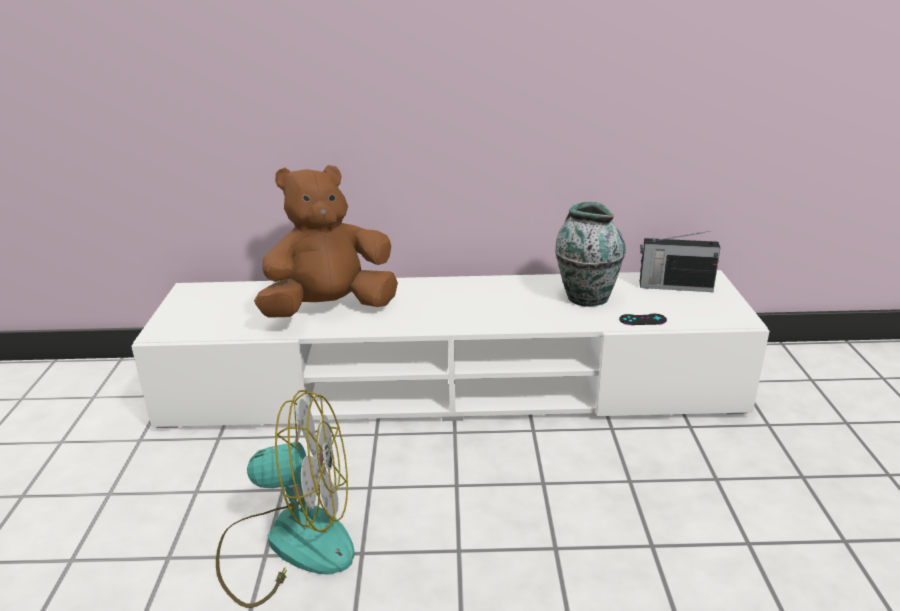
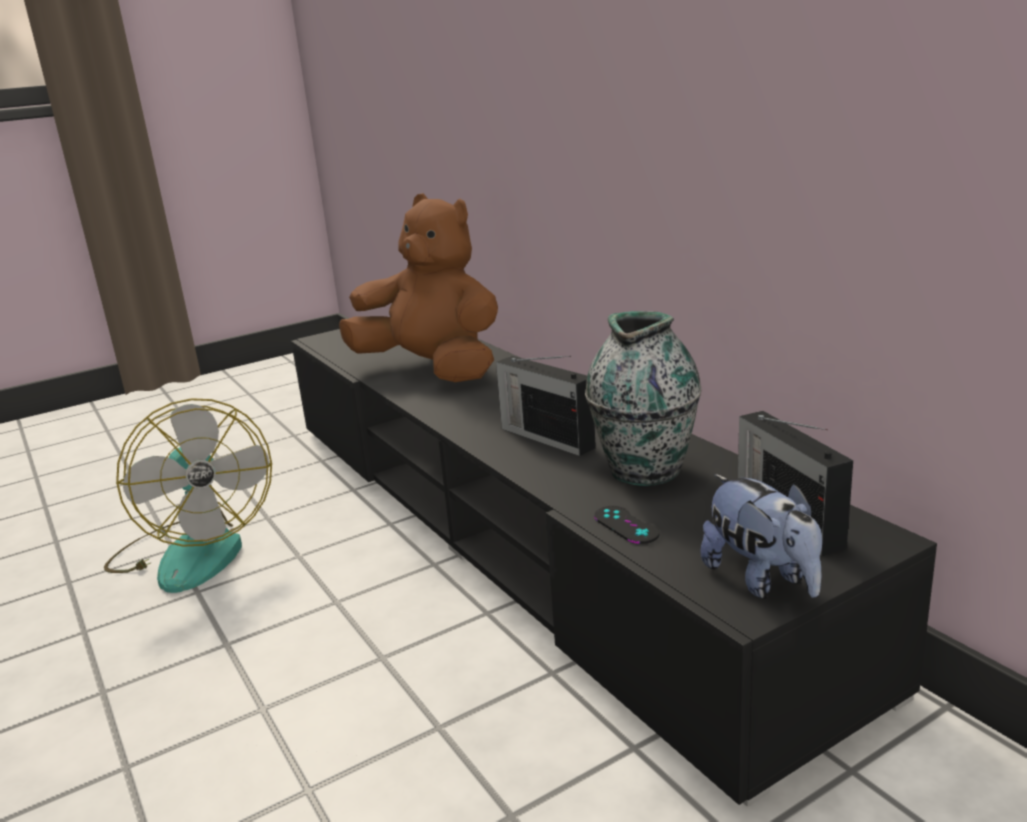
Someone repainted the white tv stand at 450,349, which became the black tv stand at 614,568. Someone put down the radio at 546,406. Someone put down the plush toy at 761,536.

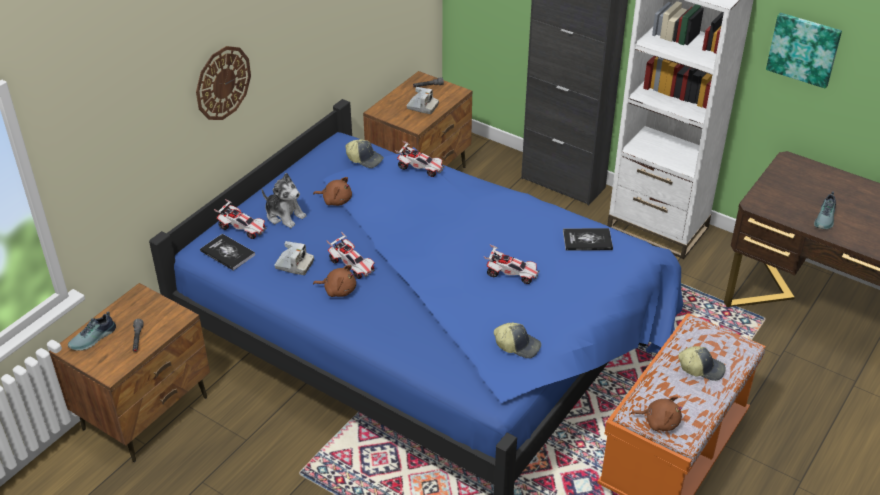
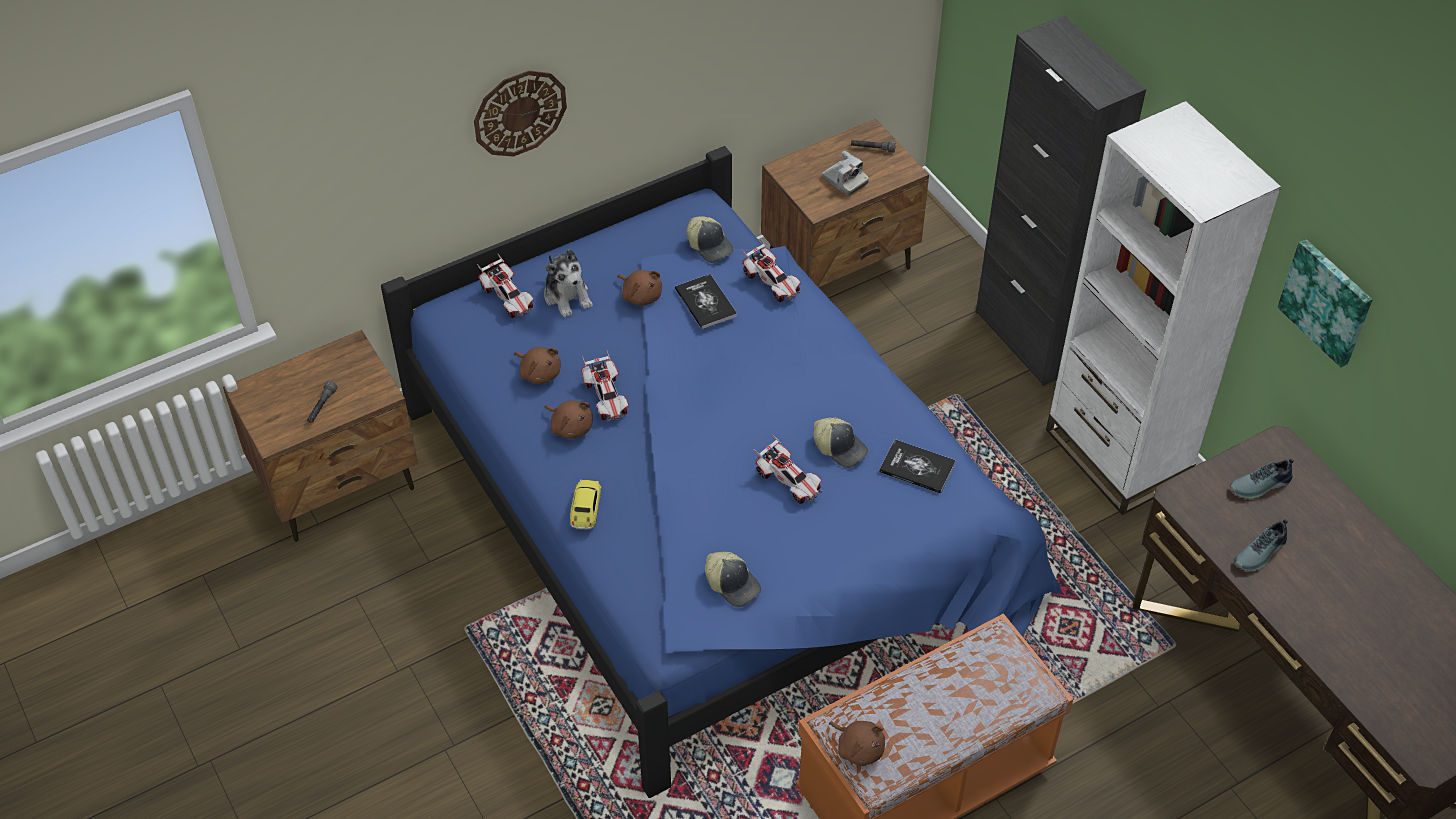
Someone carried the shoe from 92,331 to 1262,478. Someone carried the book from 227,252 to 706,301. Someone swapped the photo camera at 294,258 for the brown plush toy at 537,365. Someone carried the cap from 702,363 to 840,442. Someone put down the toy car at 586,504.

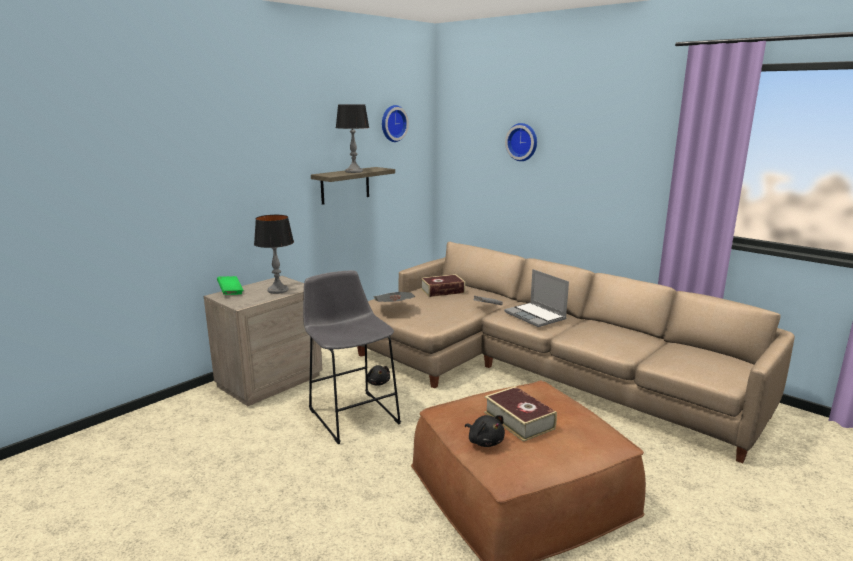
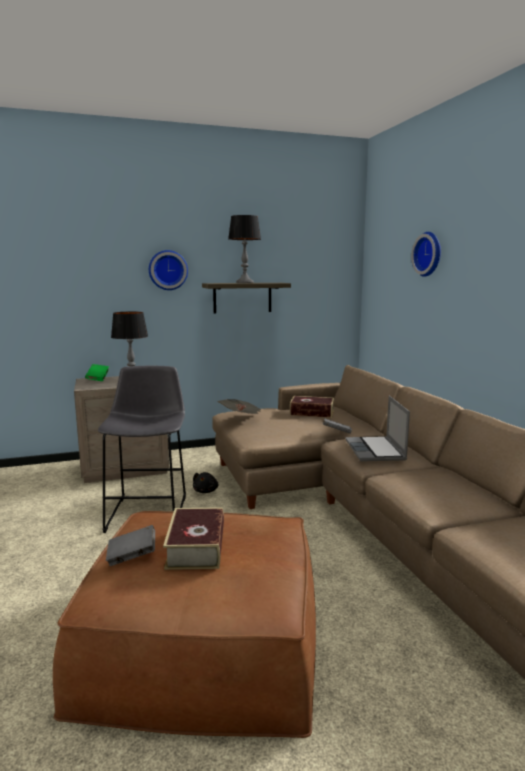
Someone carried the wall clock from 395,123 to 168,270. Someone swapped the black plush toy at 485,431 for the grey book at 130,545.

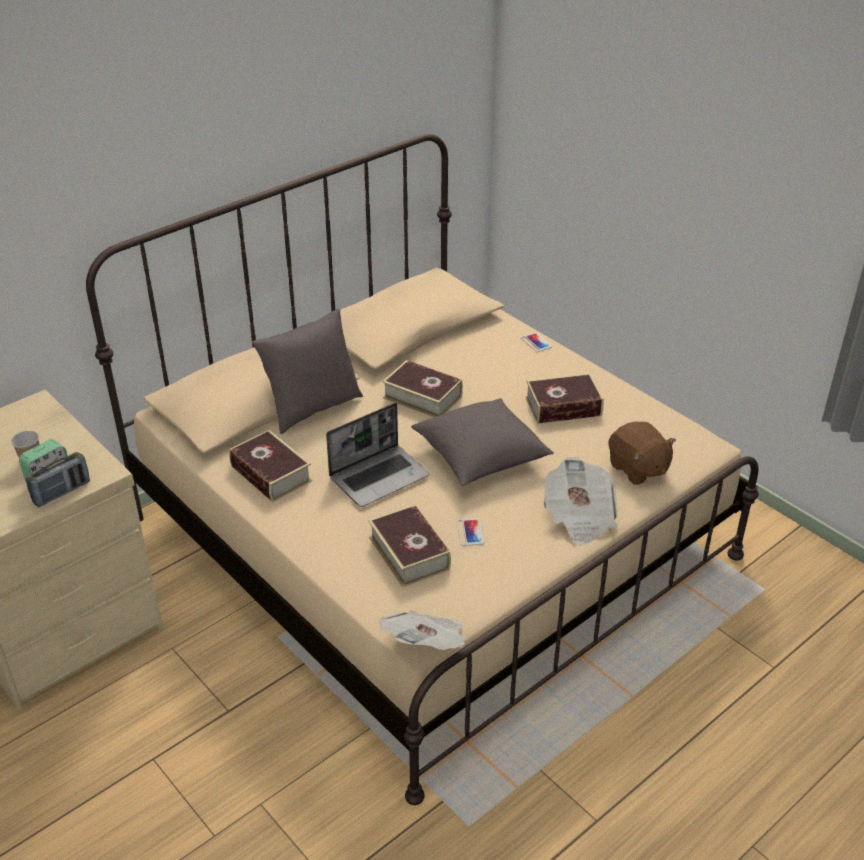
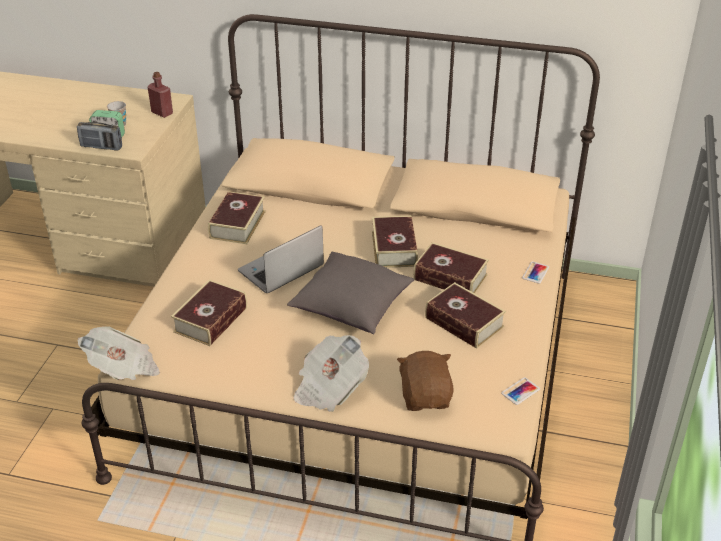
Someone took away the grey pillow at 307,371. Someone rotated the laptop at 378,455 by 120 degrees clockwise. Someone carried the phone from 470,532 to 520,391. Someone rotated the brown plush toy at 642,453 by 150 degrees clockwise. Someone put down the red bottle at 160,95. Someone put down the book at 451,267.

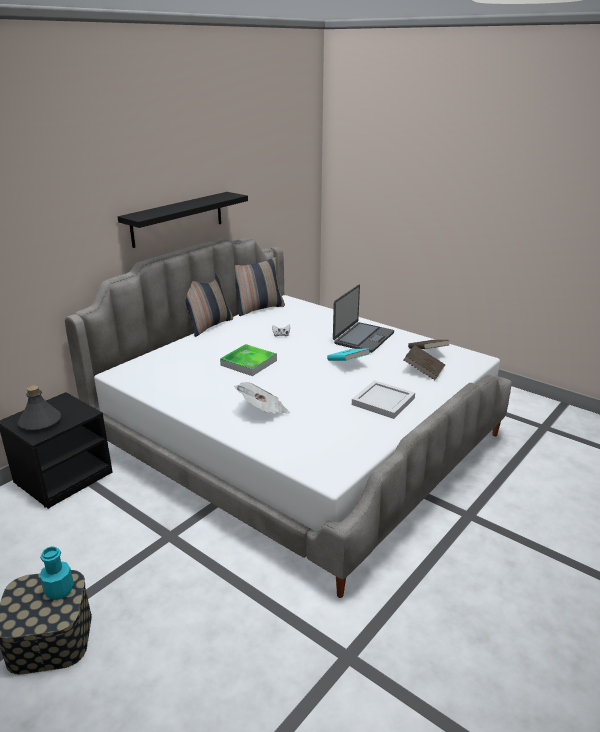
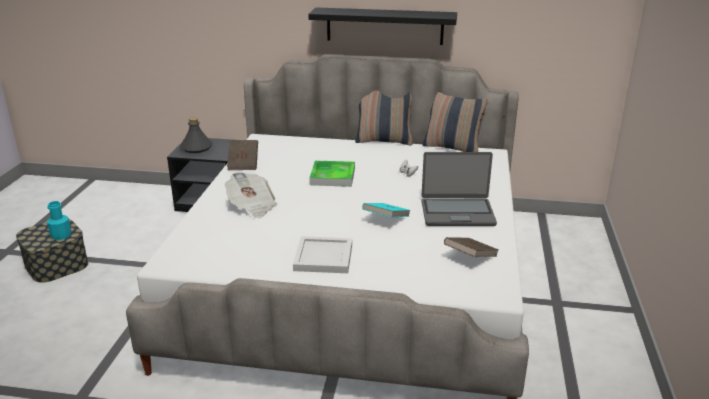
Someone carried the brown book from 424,362 to 242,155.

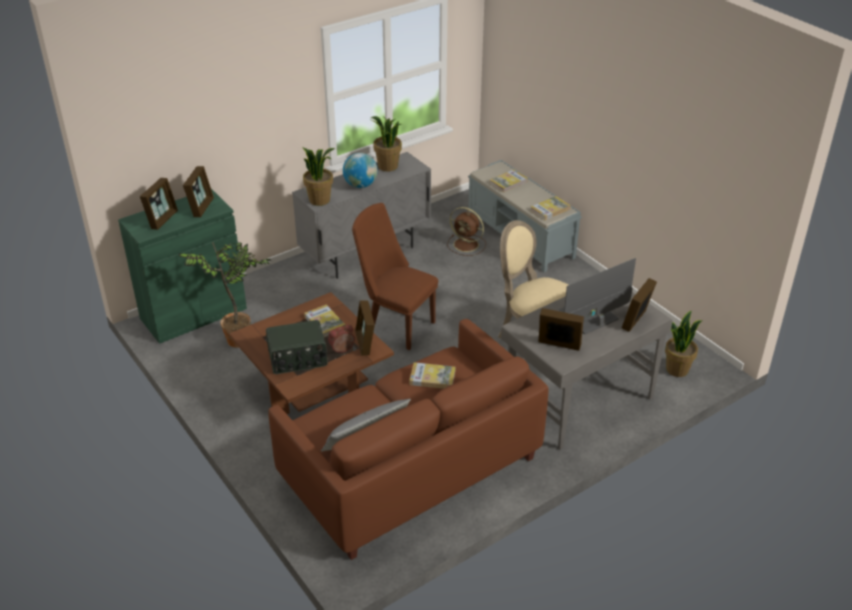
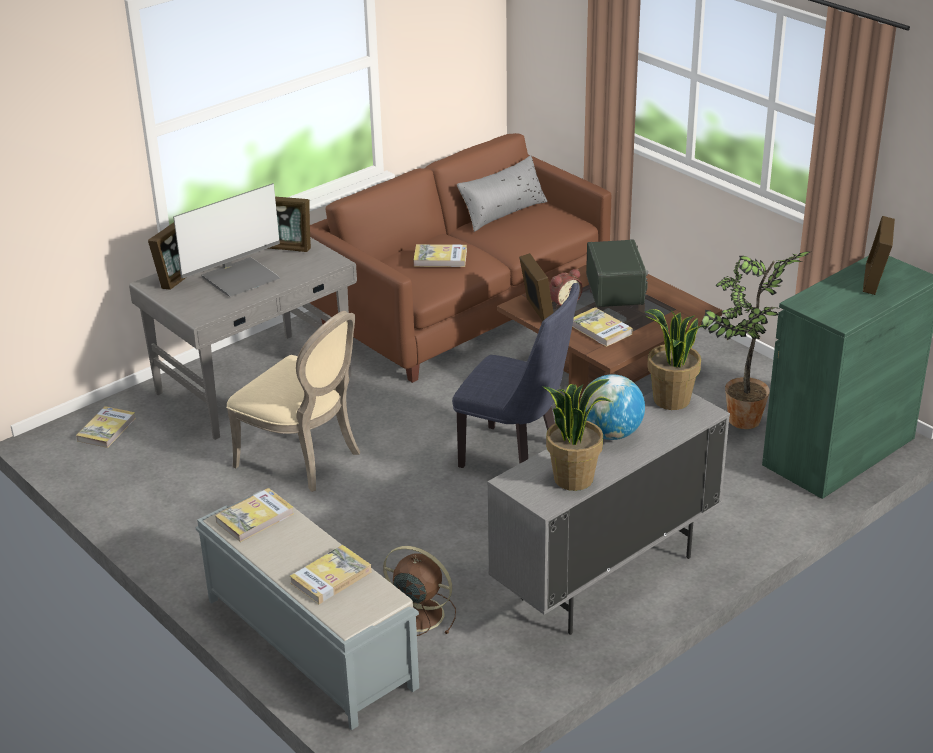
Someone took away the picture frame at 198,191. Someone rotated the radio at 297,347 by 105 degrees clockwise. Someone repainted the brown chair at 395,276, which became the blue chair at 516,375. Someone swapped the potted plant at 683,344 for the book at 106,427.

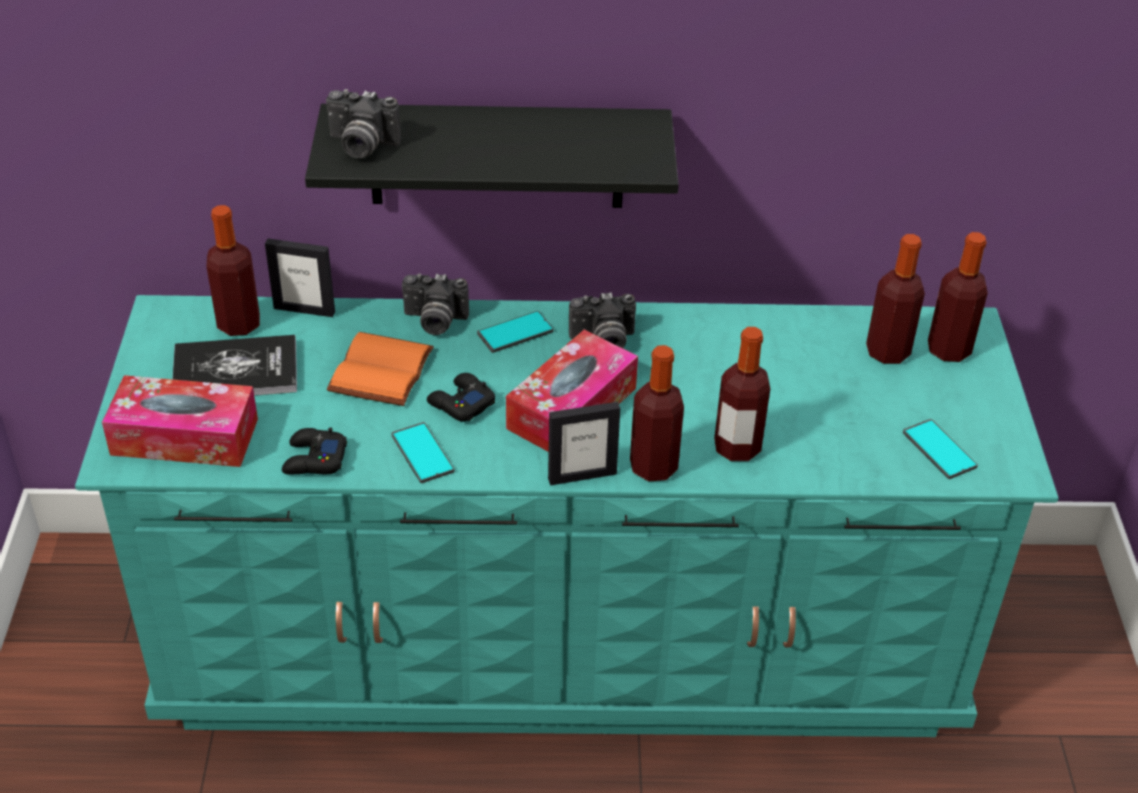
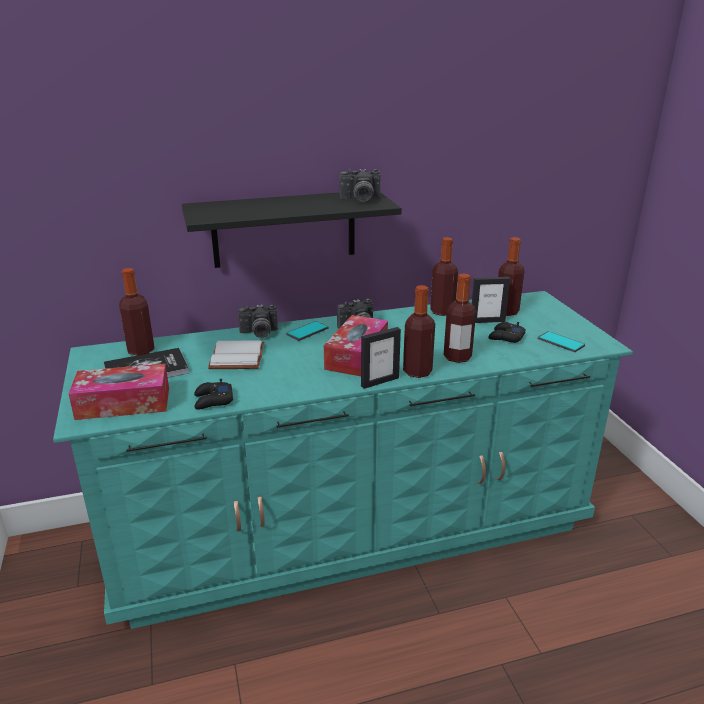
Someone carried the picture frame from 300,277 to 491,300. Someone carried the photo camera from 363,123 to 359,185. Someone repainted the orange book at 380,369, which became the white book at 236,354. Someone took away the phone at 422,452. Someone carried the black game controller from 461,397 to 507,332. Someone carried the bottle from 958,297 to 444,276.

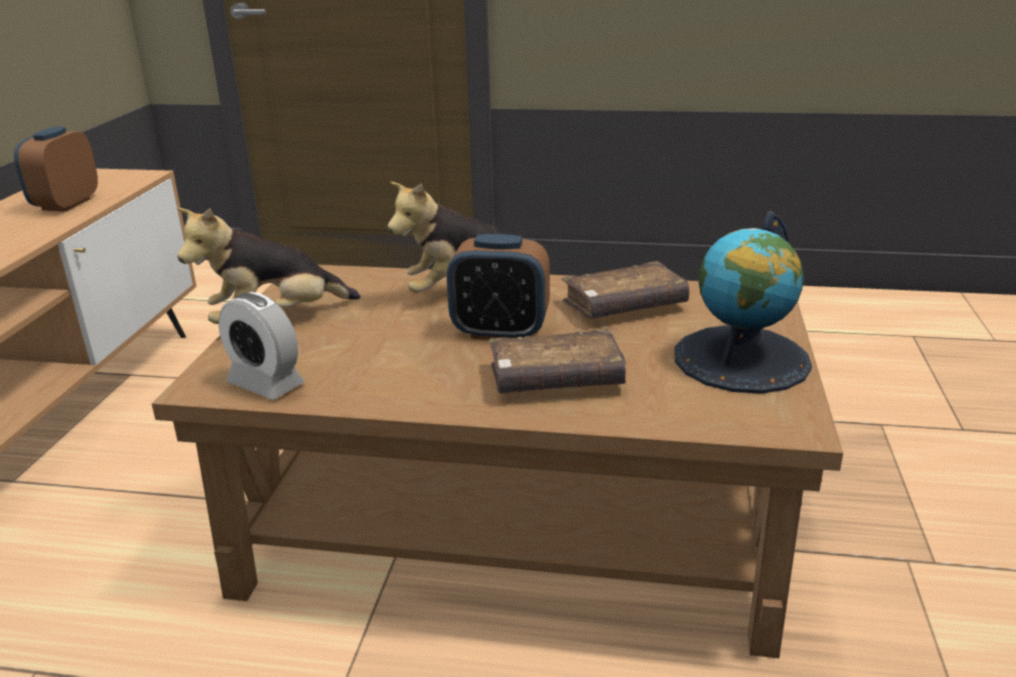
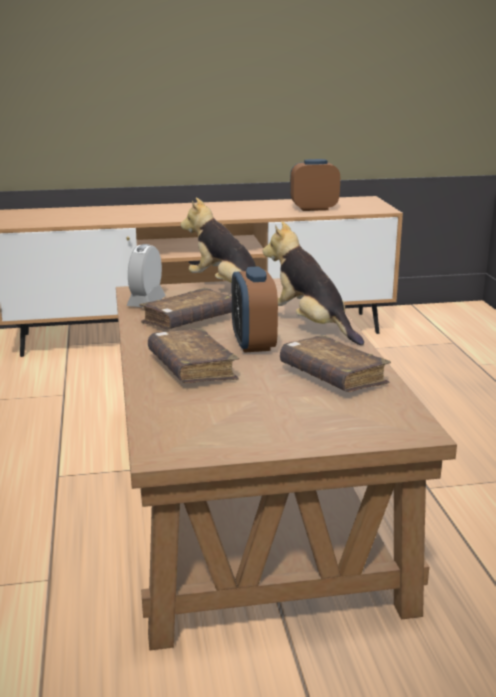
Someone took away the globe at 743,302. Someone put down the brown book at 185,308.

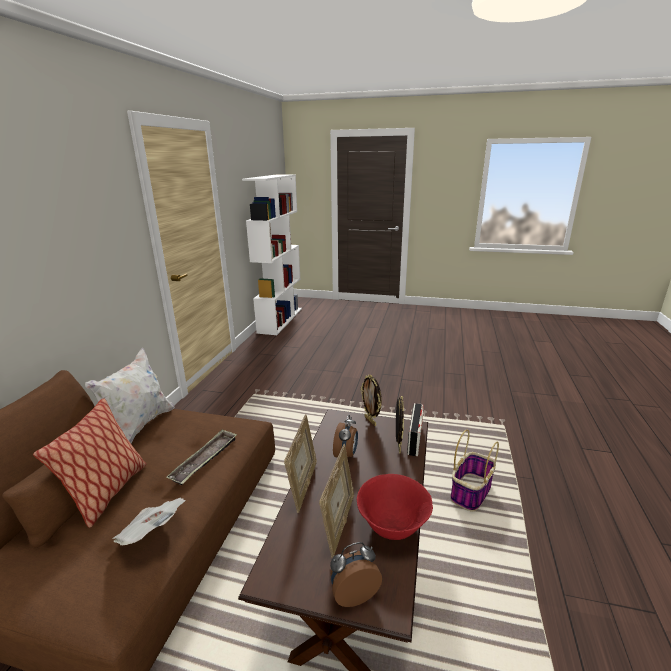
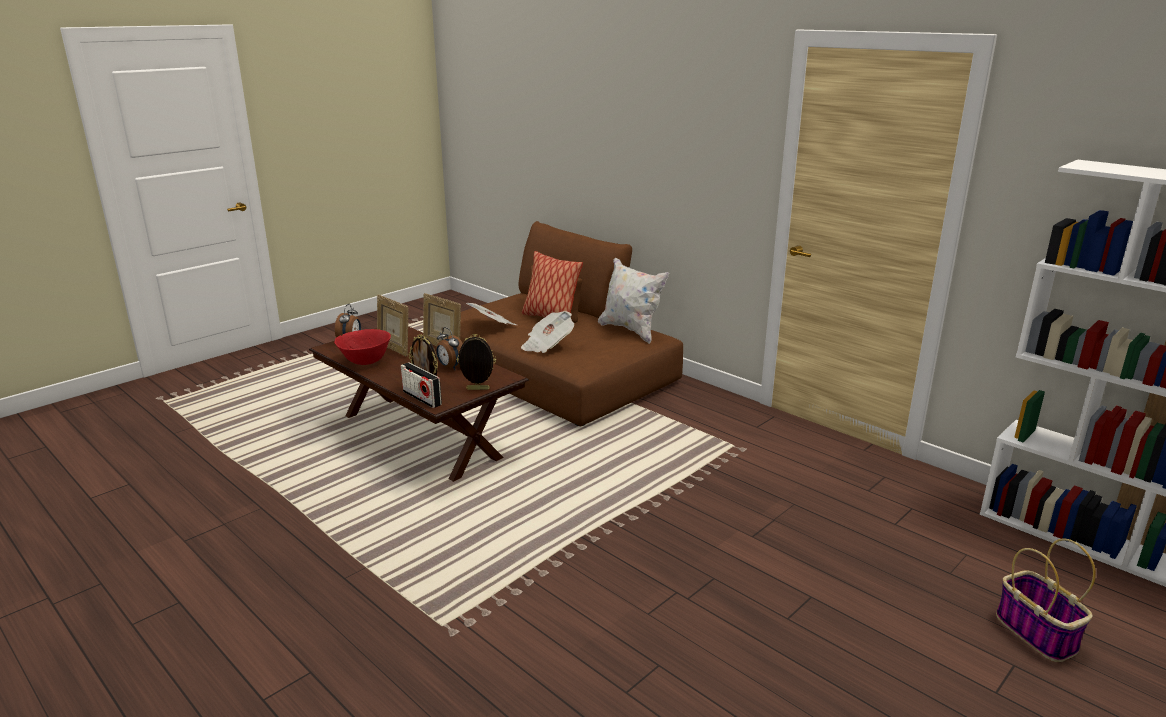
Someone swapped the tray at 202,457 for the newspaper at 547,332. Someone carried the basket from 474,471 to 1046,600.

